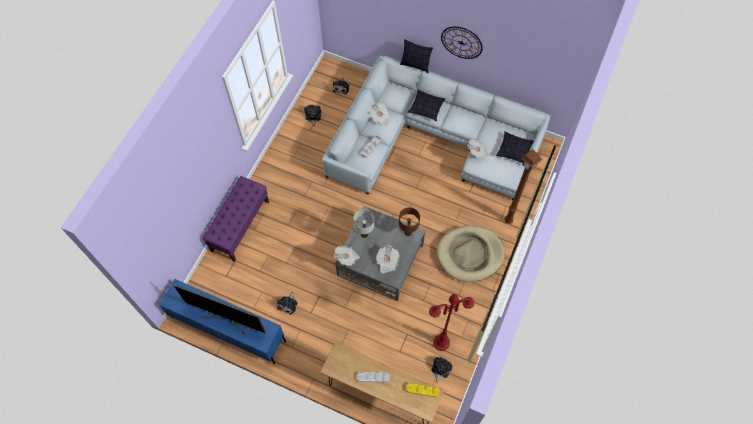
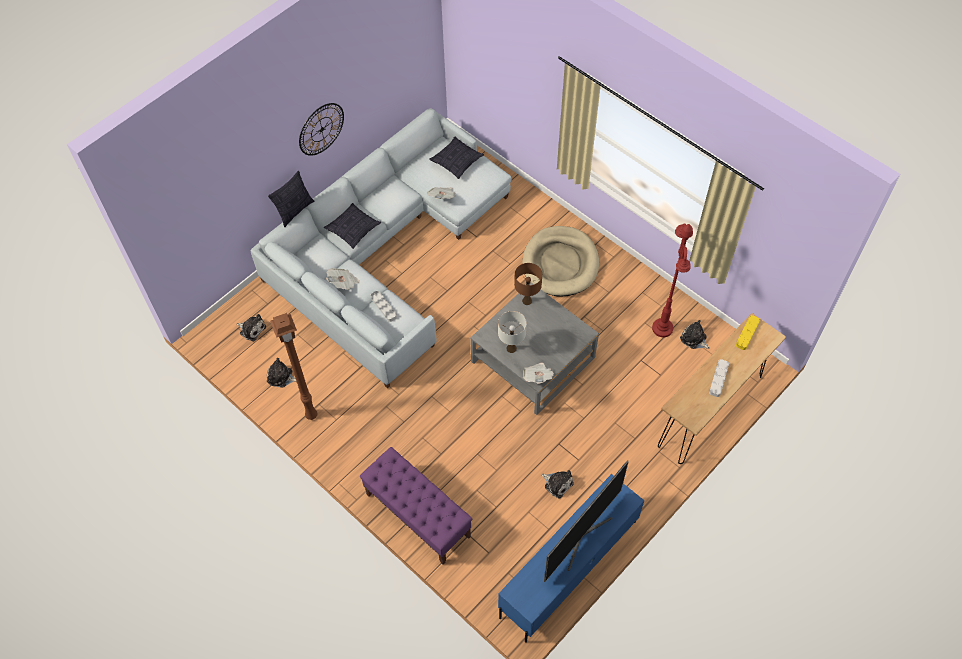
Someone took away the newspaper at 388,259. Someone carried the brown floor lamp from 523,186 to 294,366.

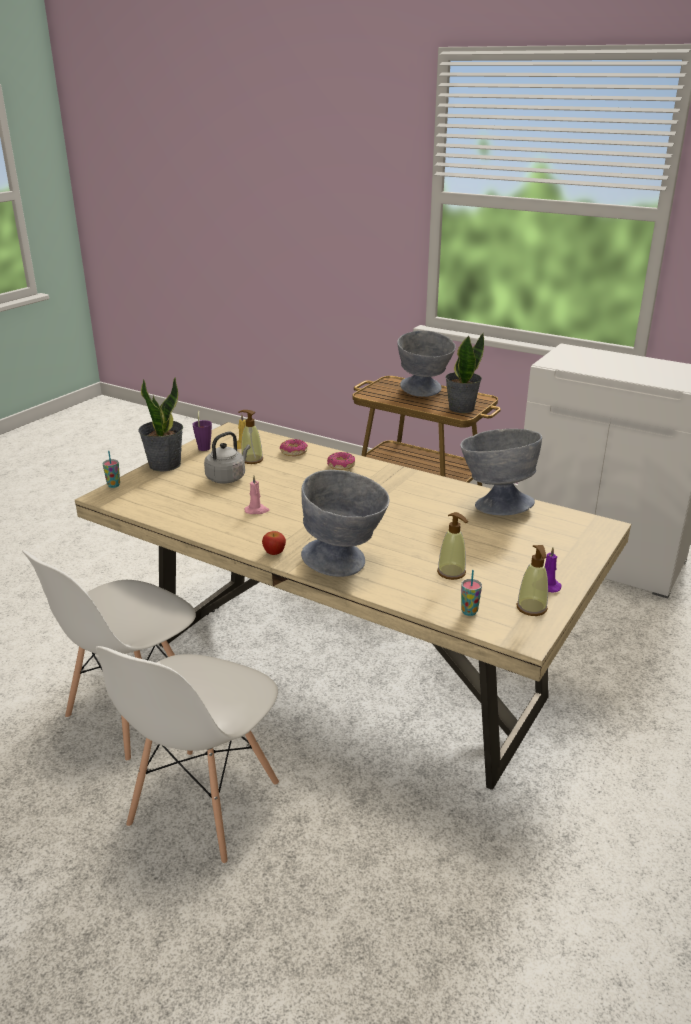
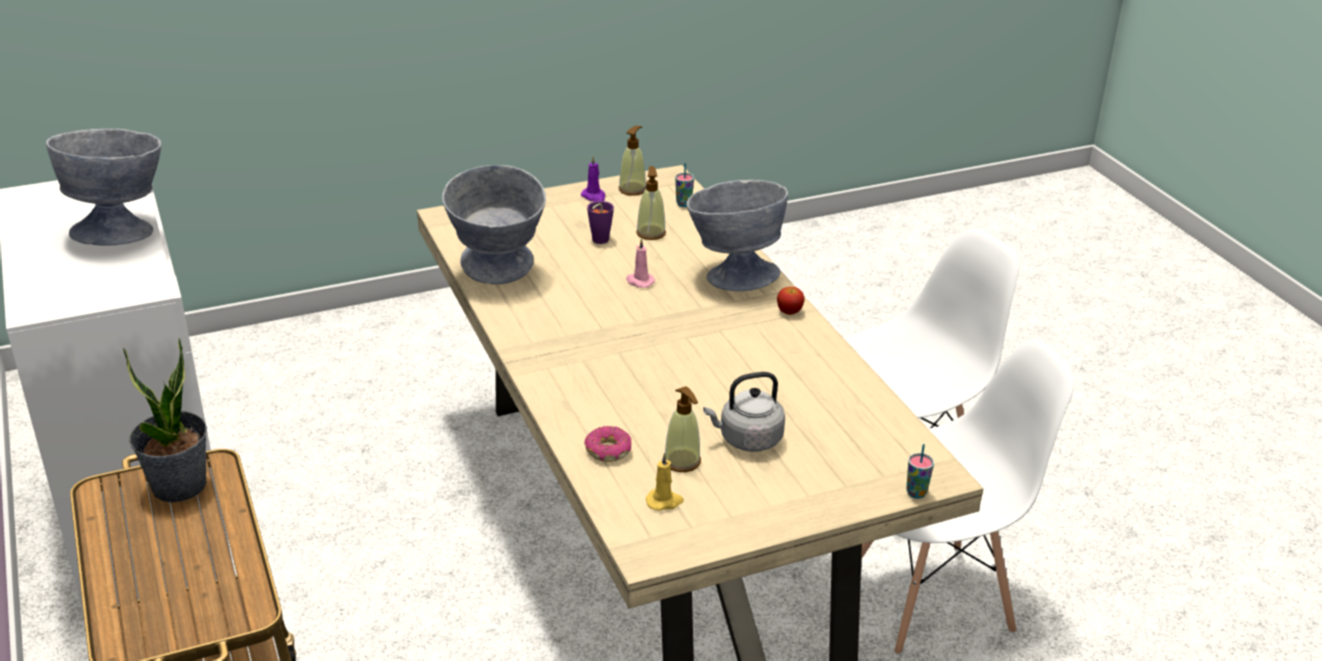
Someone took away the potted plant at 160,424. Someone carried the purple cup from 202,431 to 600,222. Someone carried the pink candle from 256,495 to 640,263. Someone took away the donut at 341,461. Someone carried the grey bowl from 426,364 to 103,187.

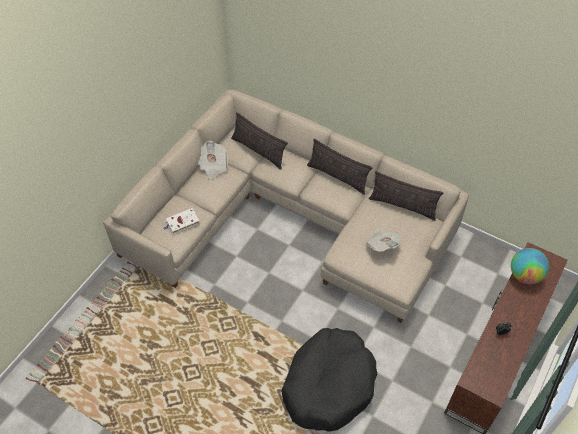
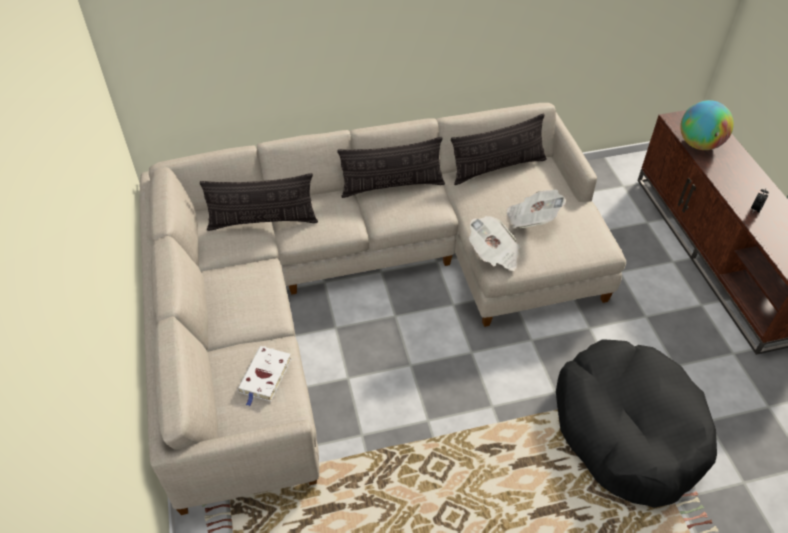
Someone carried the newspaper from 213,160 to 494,243.

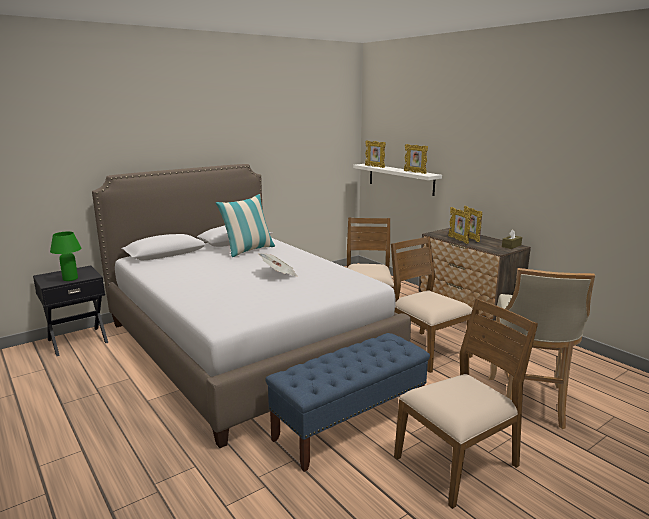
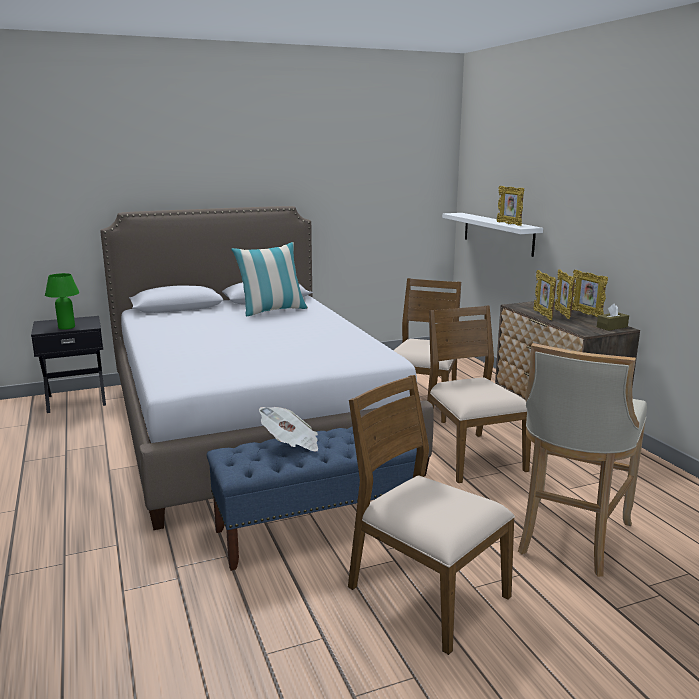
Someone carried the newspaper from 278,265 to 288,429. Someone carried the picture frame from 375,154 to 590,294. Someone rotated the brown chair at 466,404 by 120 degrees counterclockwise.

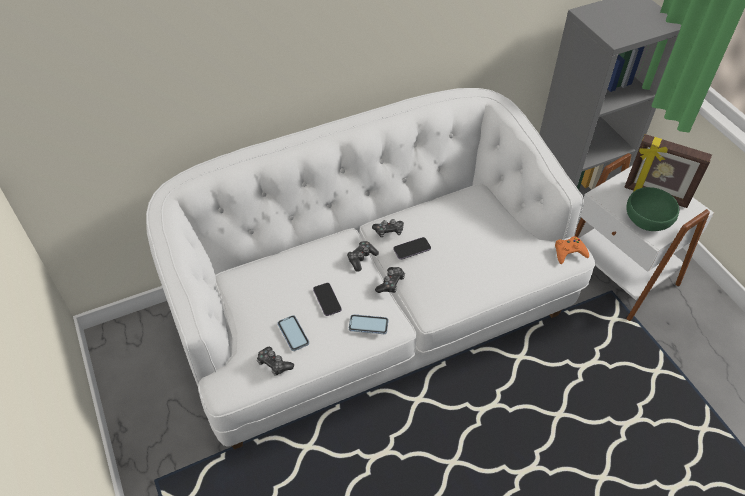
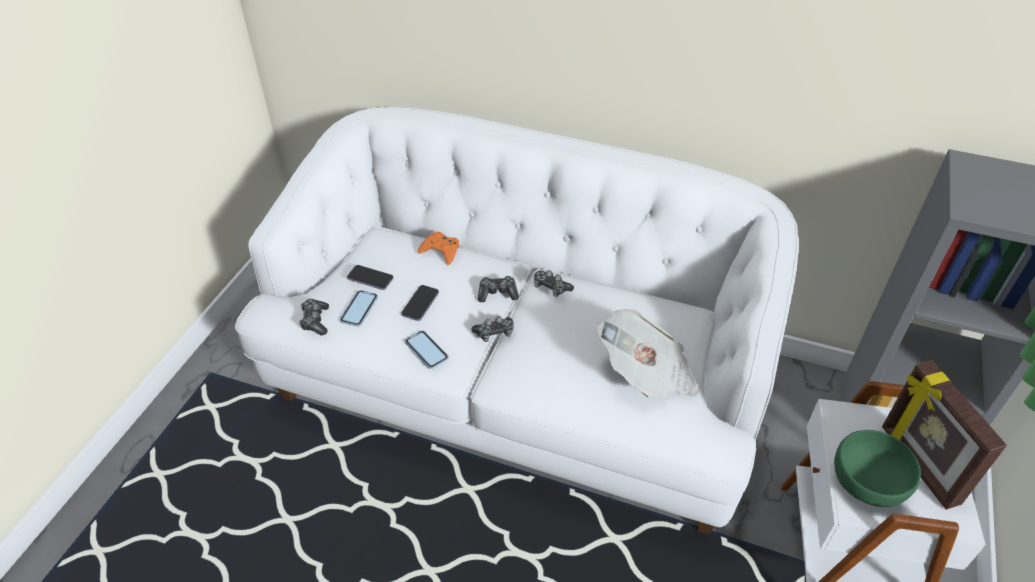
Someone carried the phone from 412,248 to 370,277. Someone carried the orange game controller from 572,250 to 438,248. Someone put down the newspaper at 648,354.

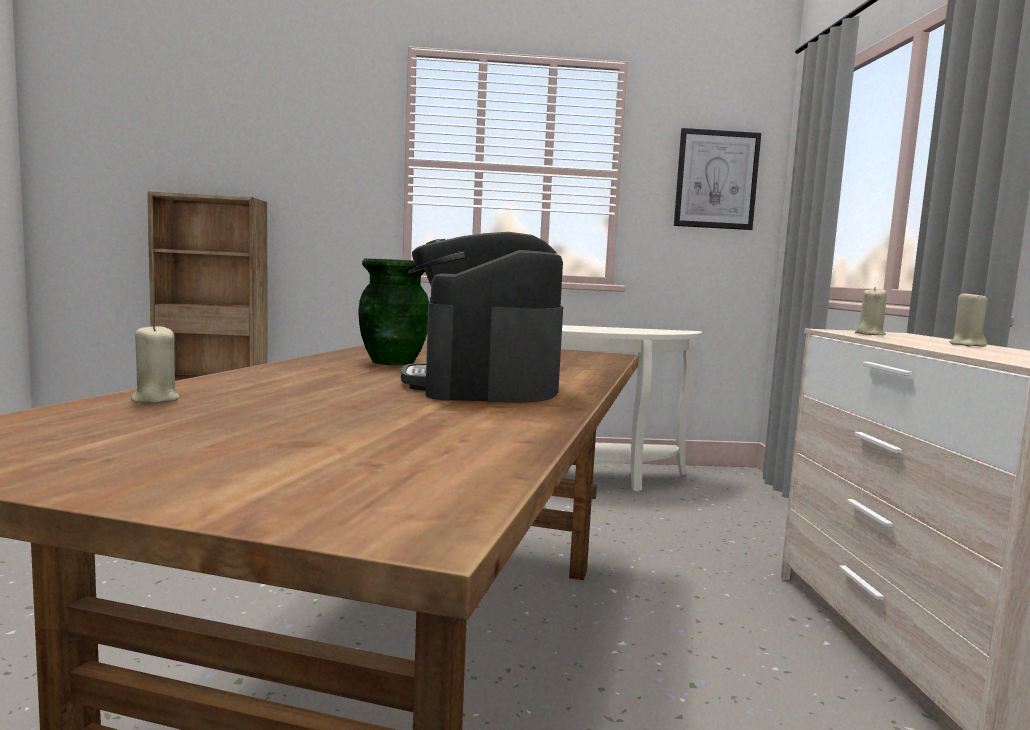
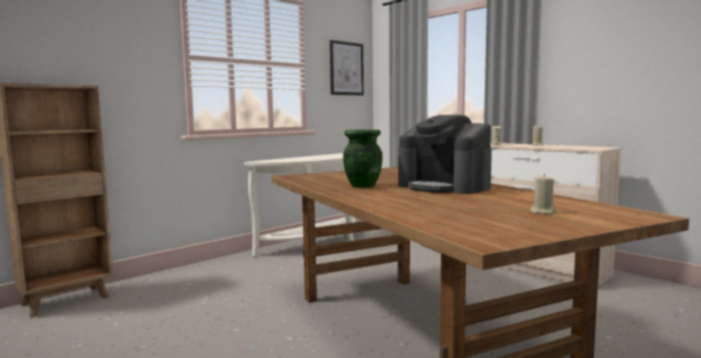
Someone carried the beige candle from 155,363 to 543,194.

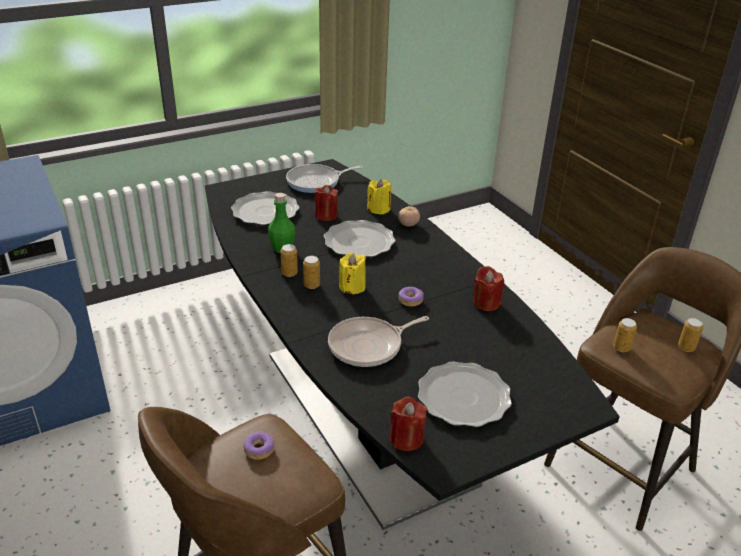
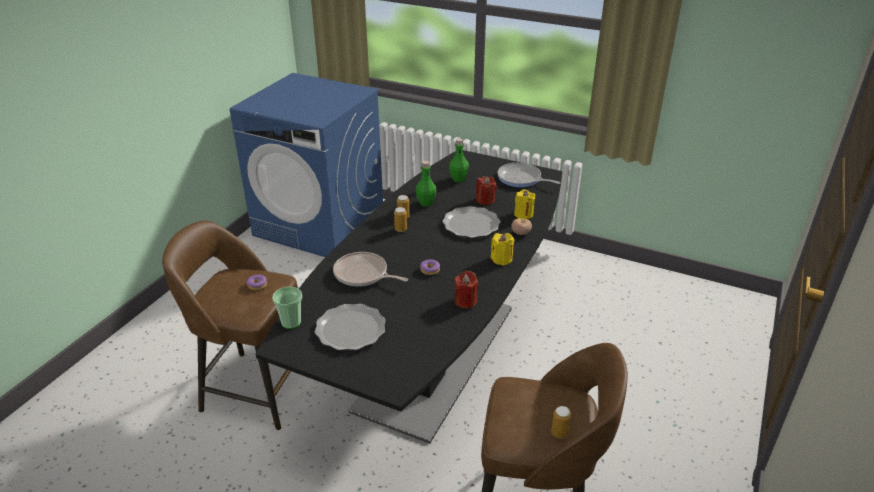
Someone swapped the plate at 265,208 for the green bottle at 459,160. Someone carried the yellow candle from 352,273 to 502,249. Someone swapped the red candle at 408,424 for the cup at 287,308. Someone took away the can at 625,335.

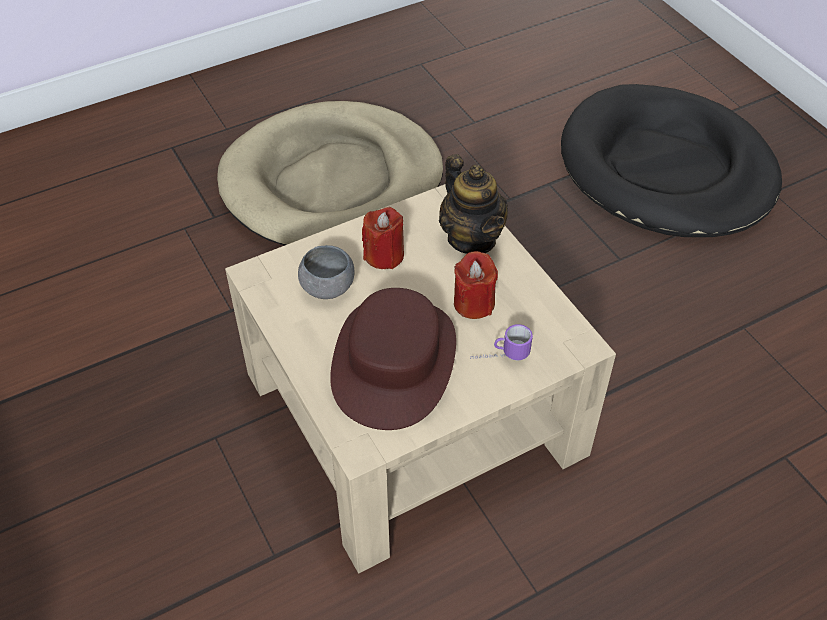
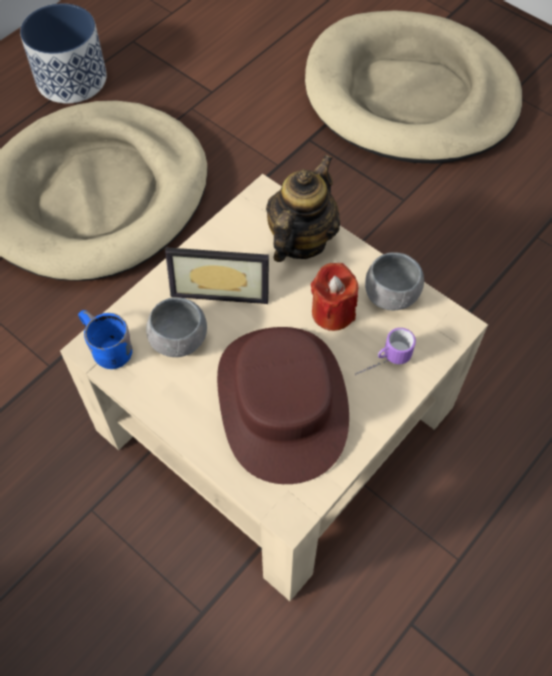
Someone swapped the red candle at 383,238 for the picture frame at 217,275. Someone rotated the teapot at 473,204 by 105 degrees counterclockwise. Someone repainted the black dog bed at 671,160, which became the beige dog bed at 413,87. Someone put down the planter at 63,53. Someone put down the blue mug at 105,339. Someone put down the grey bowl at 394,281.

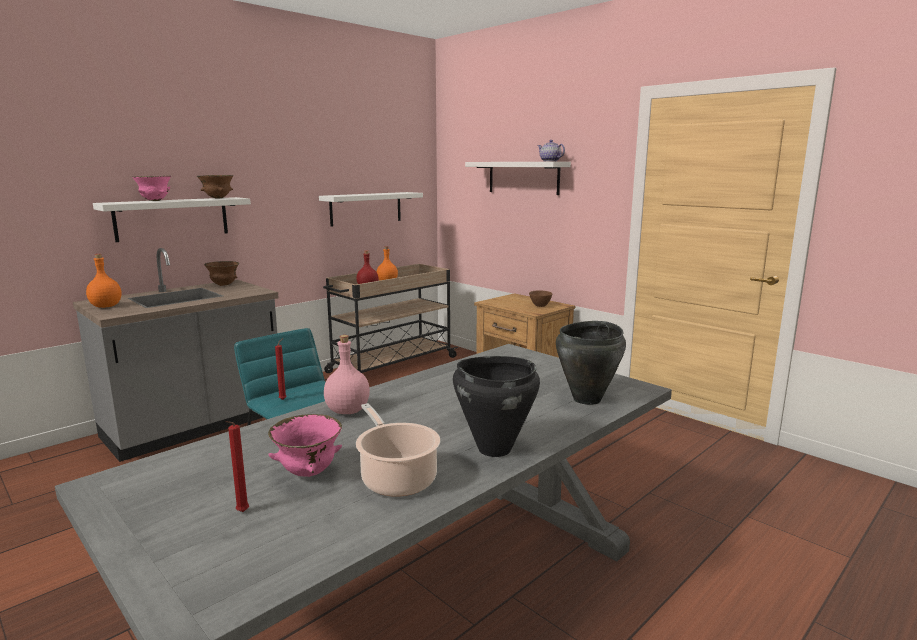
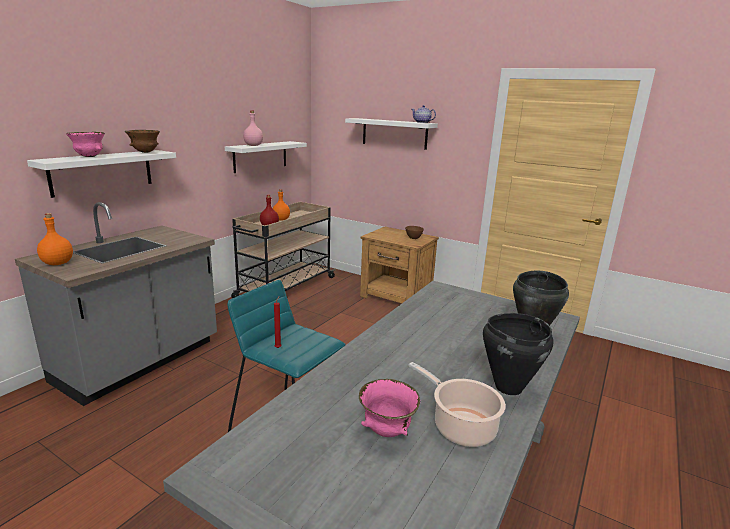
Someone took away the brown bowl at 221,273. Someone took away the red candle at 237,466. Someone carried the pink bottle from 347,374 to 253,128.

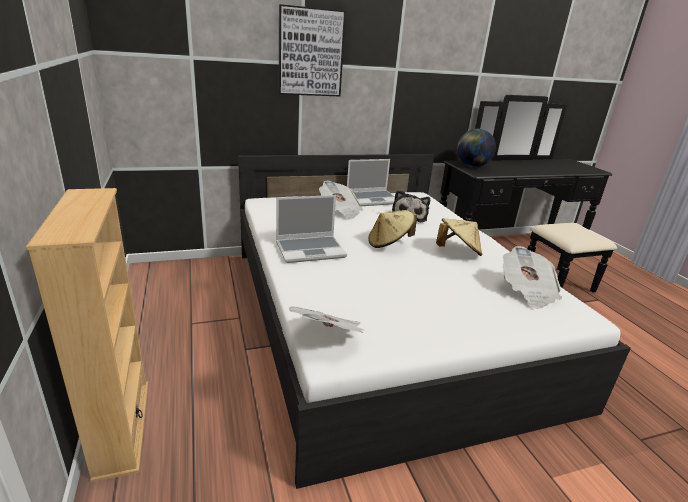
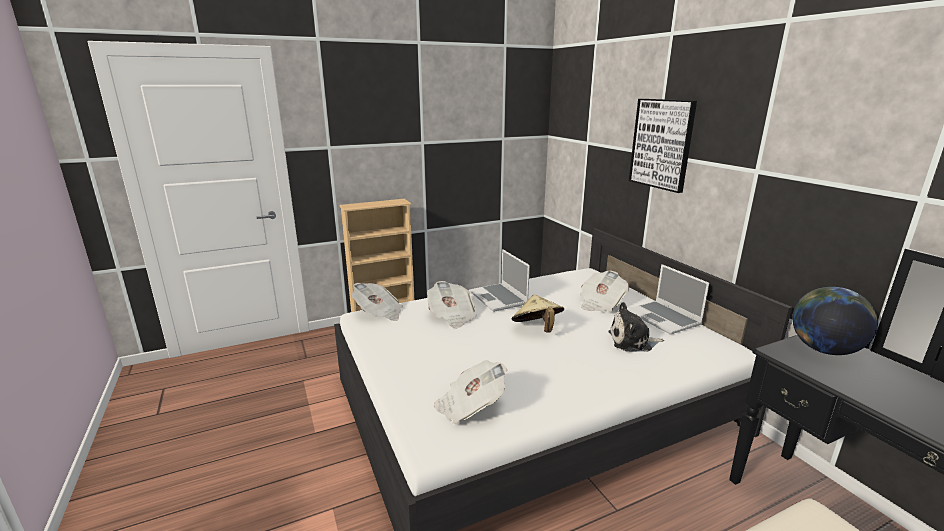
Someone took away the beige hat at 459,237. Someone put down the newspaper at 452,305.

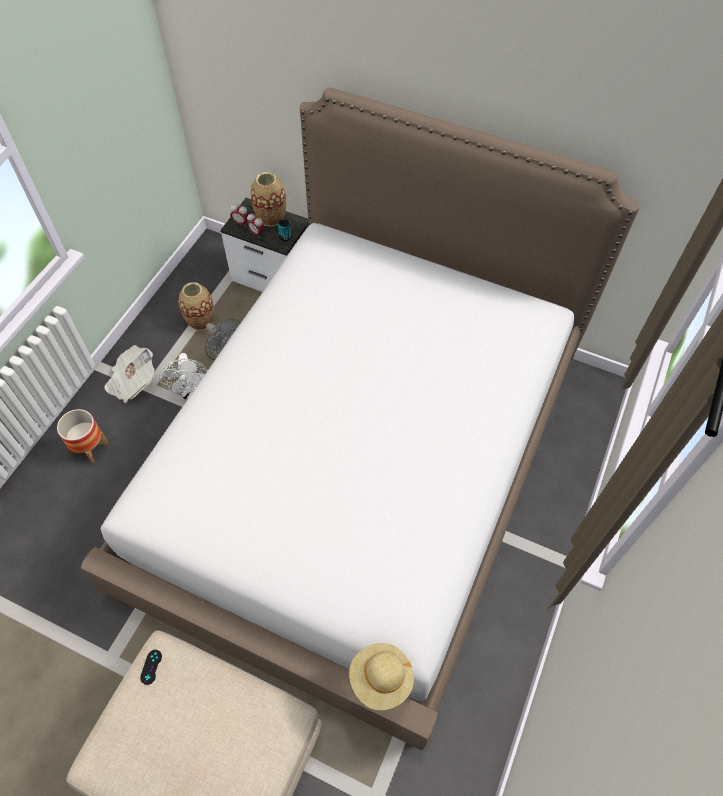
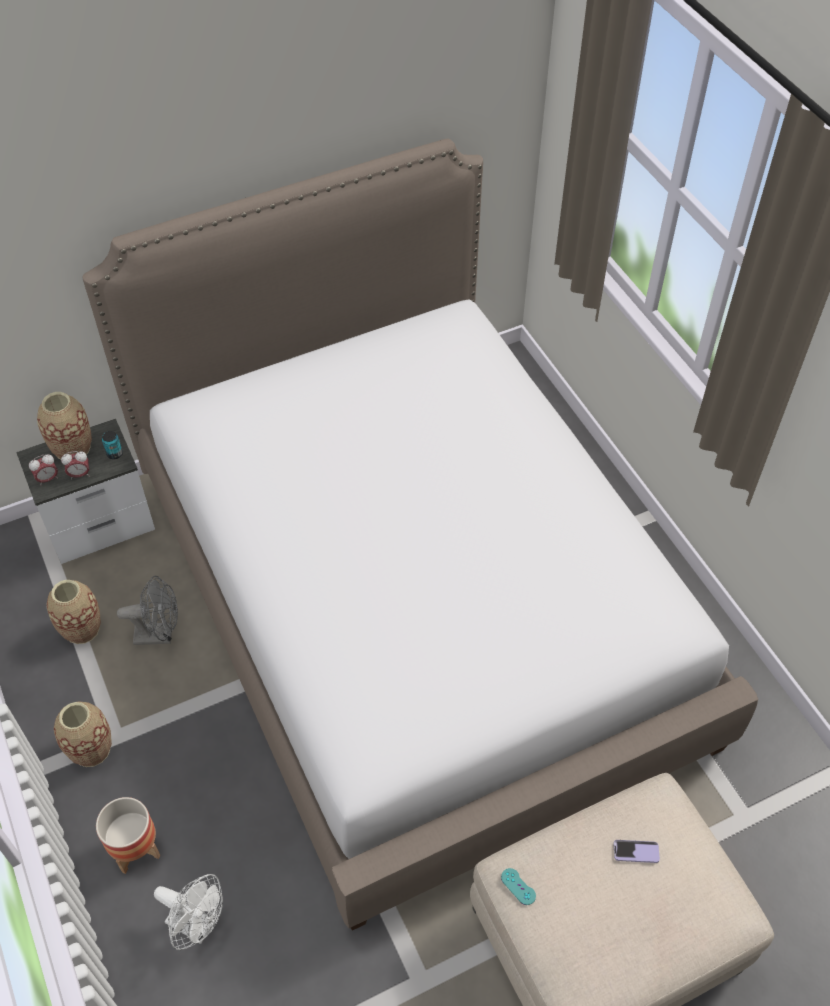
Someone swapped the newspaper at 129,374 for the vase at 83,734. Someone repainted the black game controller at 151,667, which became the turquoise game controller at 518,886. Someone carried the white fan from 183,376 to 188,912. Someone took away the beige hat at 381,676. Someone put down the phone at 636,851.

